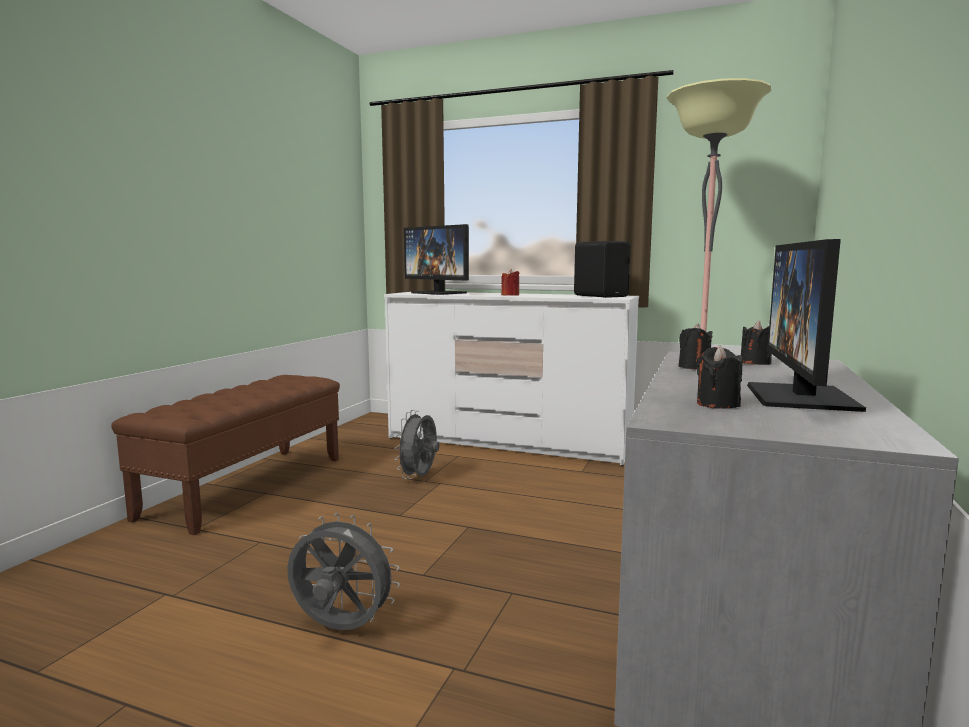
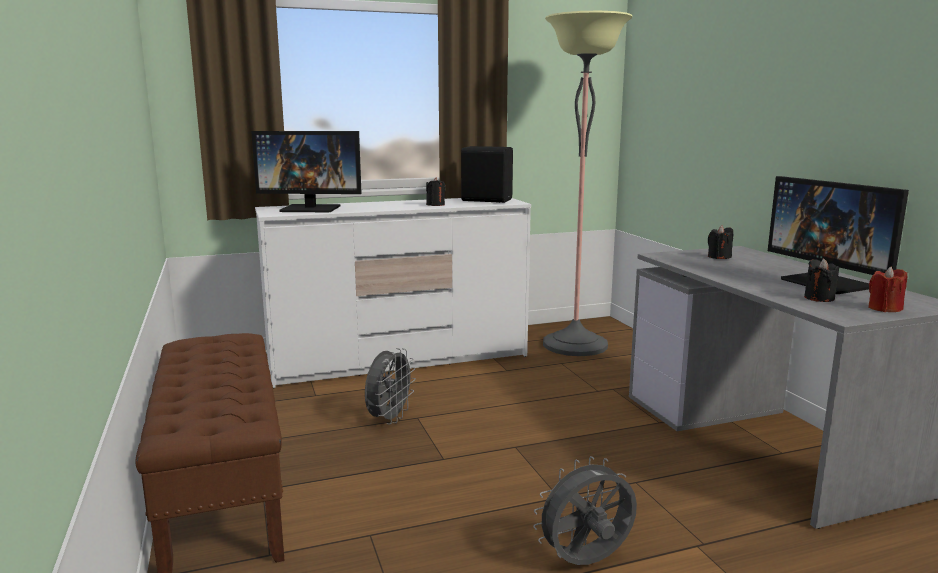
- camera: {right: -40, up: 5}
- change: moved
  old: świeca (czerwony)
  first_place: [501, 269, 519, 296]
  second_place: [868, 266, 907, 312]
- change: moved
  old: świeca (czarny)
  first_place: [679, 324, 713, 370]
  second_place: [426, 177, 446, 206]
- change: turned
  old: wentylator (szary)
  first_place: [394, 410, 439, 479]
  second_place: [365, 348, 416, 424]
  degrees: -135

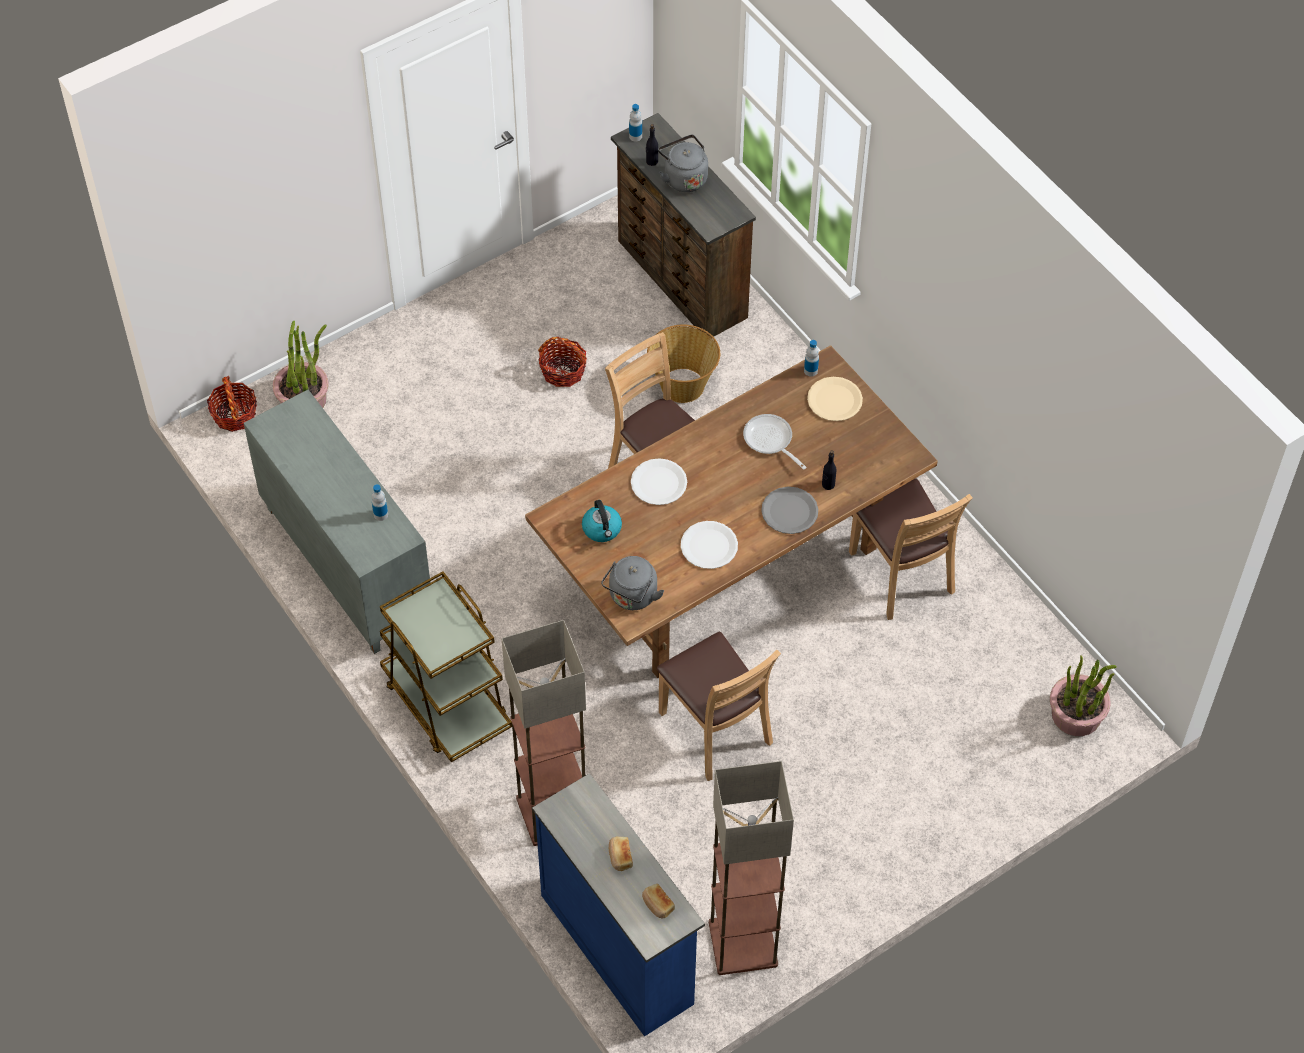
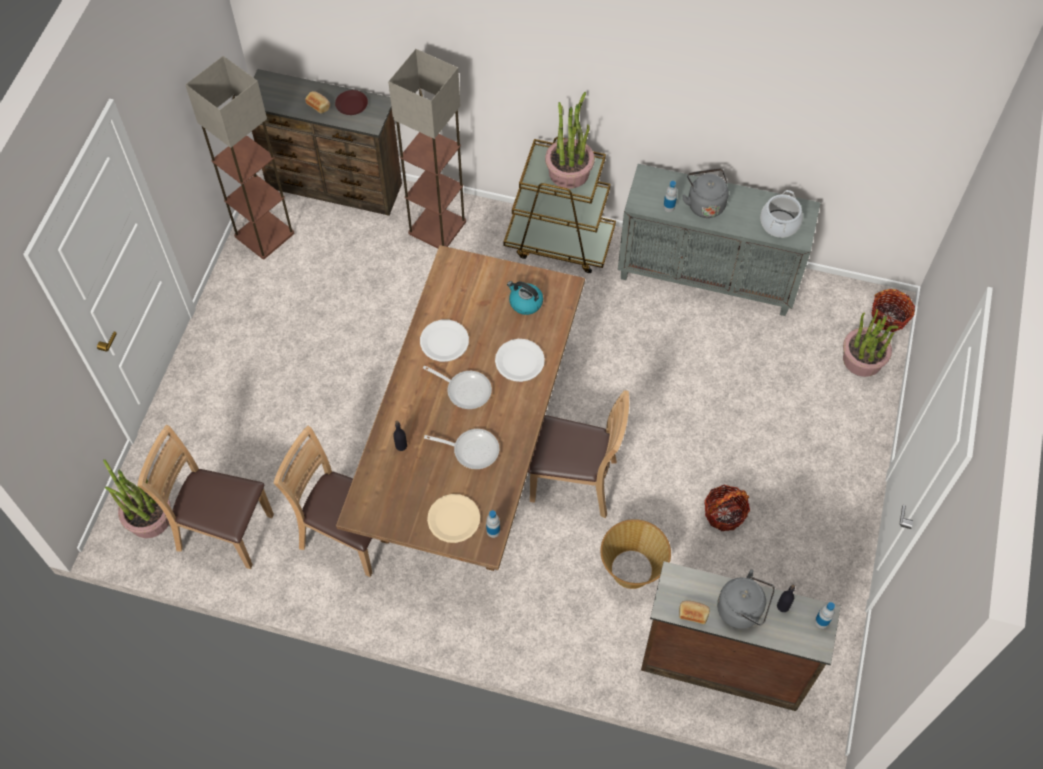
- camera: {right: 140, up: 5}
- change: removed
  old: talerz (szary)
  first_place: [761, 487, 818, 534]
- change: added
  new: talerz (brązowy)
  second_place: [335, 90, 368, 115]
- change: added
  new: patelnia
  second_place: [423, 366, 492, 409]
- change: added
  new: roślina doniczkowa
  second_place: [545, 92, 595, 188]
- change: added
  new: garnek
  second_place: [760, 190, 803, 238]
- change: moved
  old: czajnik (szary)
  first_place: [601, 556, 664, 610]
  second_place: [682, 168, 729, 218]
- change: moved
  old: chleb
  first_place: [642, 884, 675, 918]
  second_place: [679, 600, 710, 624]
- change: moved
  old: krzesło (brązowy)
  first_place: [657, 632, 781, 781]
  second_place: [137, 425, 274, 569]
- change: recoloured
  old: komoda (niebieski)
  new: komoda (brązowy)
  first_place: [532, 773, 705, 1037]
  second_place: [252, 69, 402, 216]

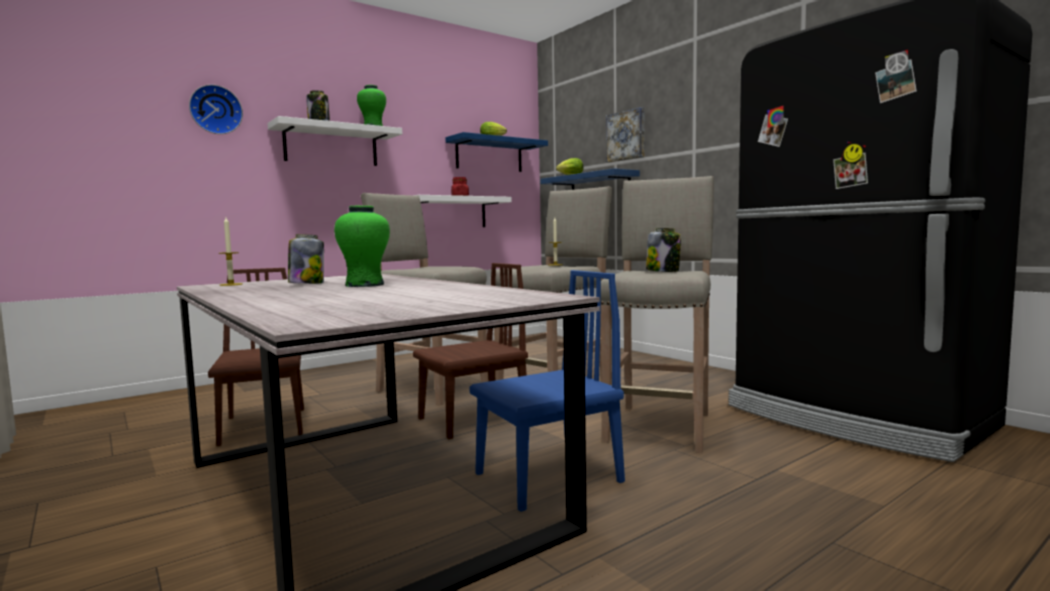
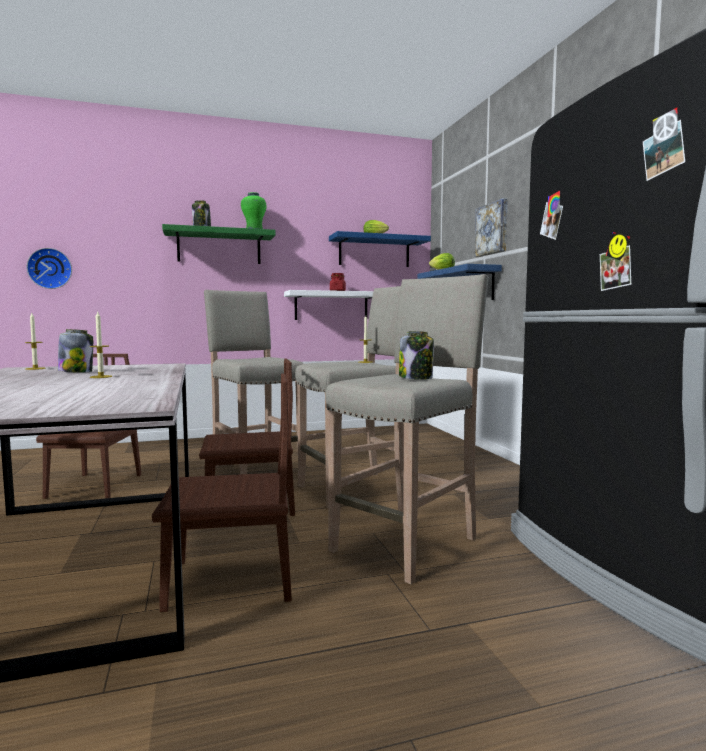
- camera: {right: 20, up: 0}
- change: moved
  old: zegar ścienny
  first_place: [189, 84, 243, 134]
  second_place: [27, 248, 72, 289]
- change: replaced
  old: wazon (zielony)
  new: świeca
  first_place: [334, 206, 390, 287]
  second_place: [90, 312, 112, 378]
- change: recoloured
  old: półka (biały)
  new: półka (zielony)
  first_place: [267, 116, 402, 166]
  second_place: [162, 224, 276, 264]
- change: recoloured
  old: krzesło (niebieski)
  new: krzesło (brązowy)
  first_place: [469, 270, 625, 512]
  second_place: [152, 374, 292, 612]

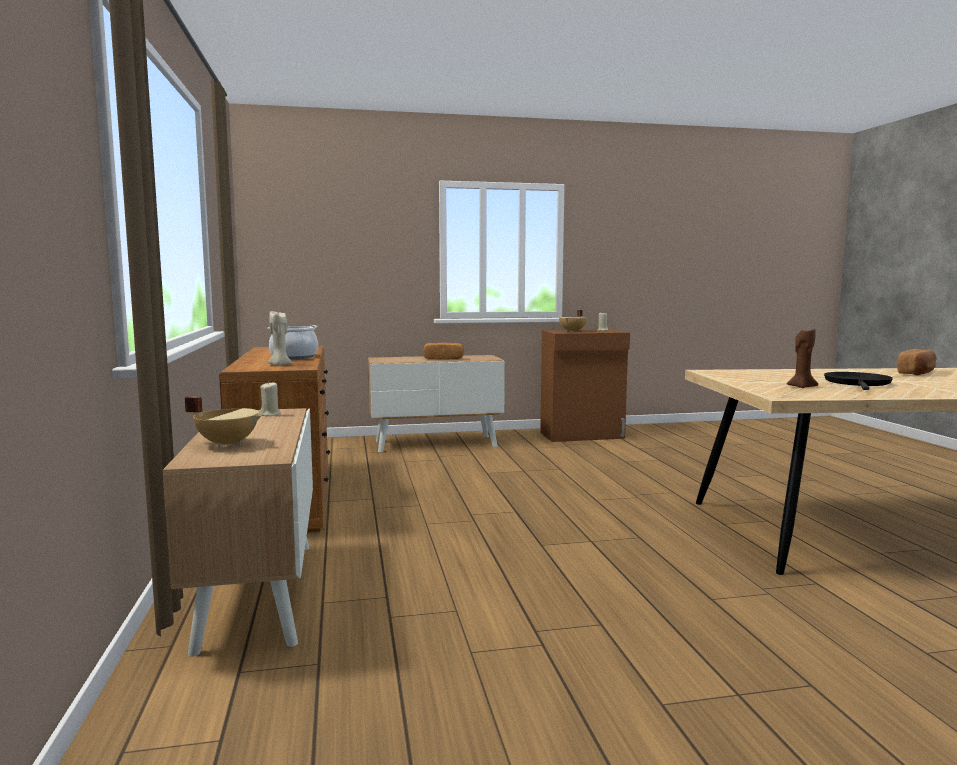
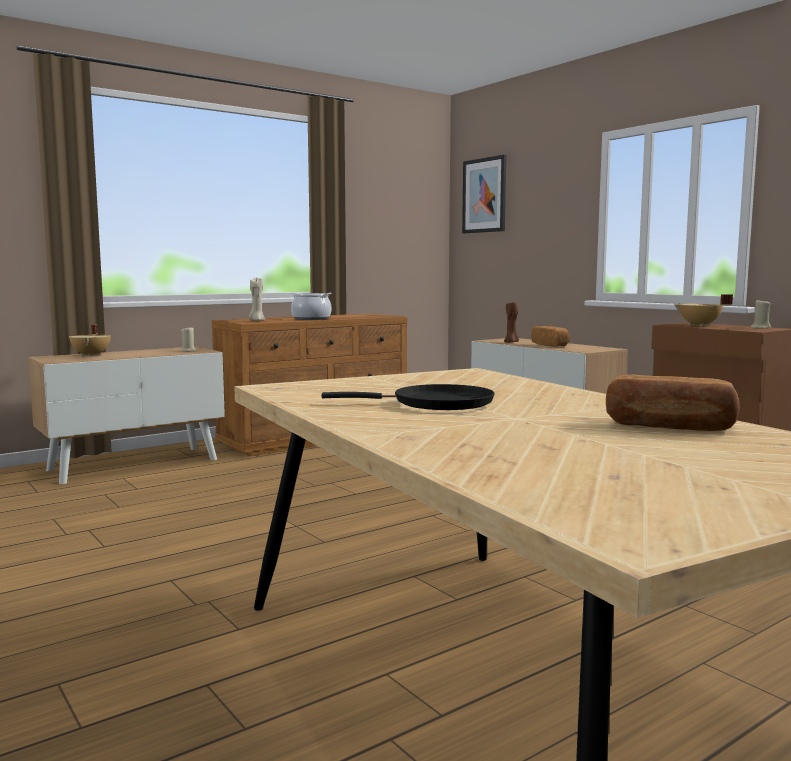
- camera: {right: 65, up: 0}
- change: added
  new: obraz
  second_place: [462, 155, 506, 233]
- change: moved
  old: świeca (brązowy)
  first_place: [787, 328, 818, 388]
  second_place: [504, 302, 519, 343]

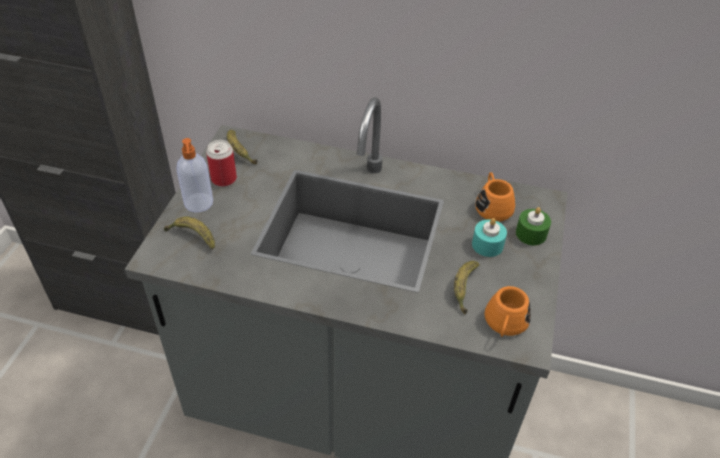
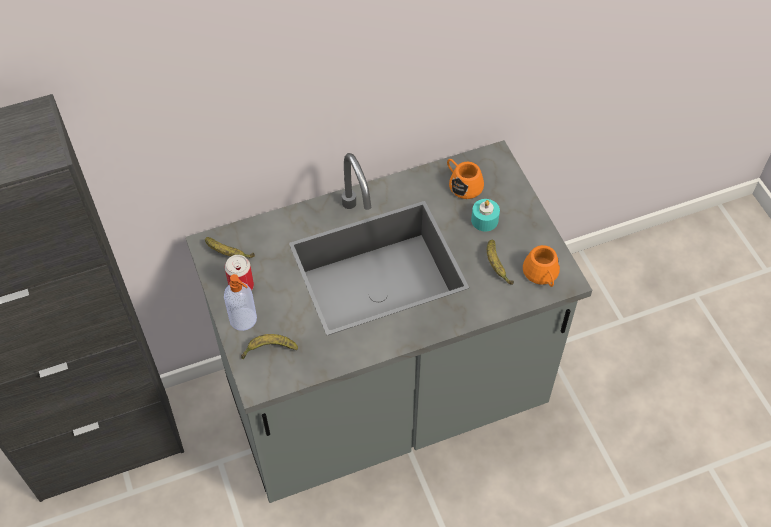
- camera: {right: -35, up: 10}
- change: removed
  old: świeca (zielony)
  first_place: [516, 207, 551, 246]

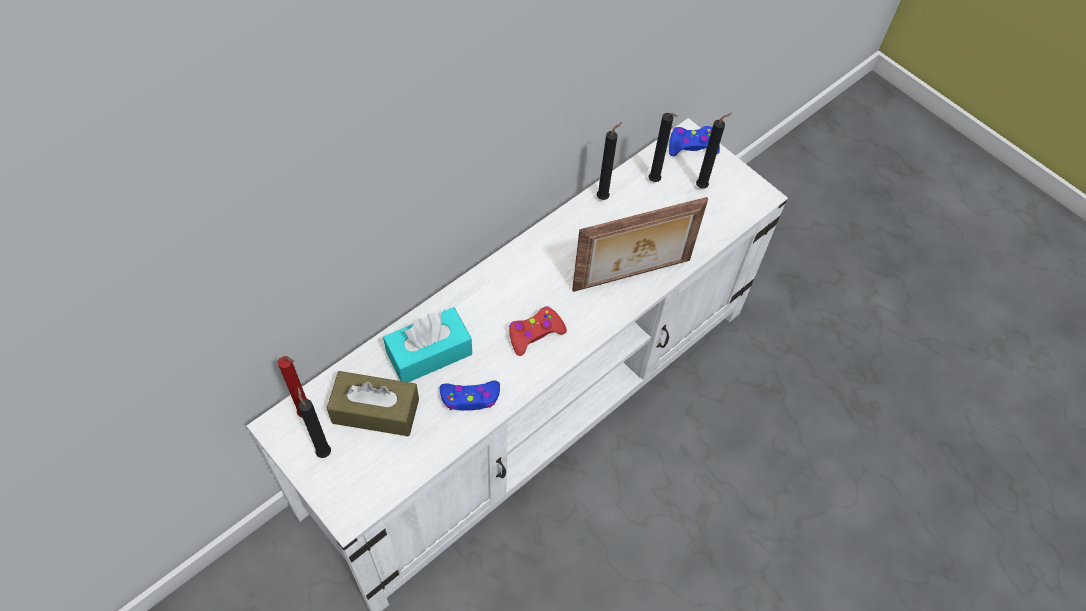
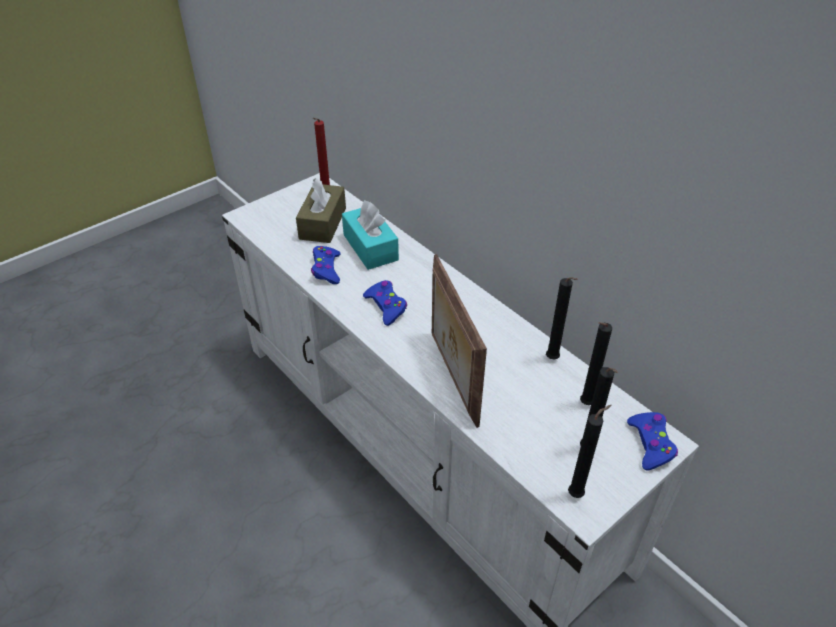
- camera: {right: 95, up: -15}
- change: moved
  old: świeca (czarny)
  first_place: [298, 387, 331, 458]
  second_place: [568, 405, 612, 498]
- change: recoloured
  old: pad do gier (czerwony)
  new: pad do gier (niebieski)
  first_place: [509, 306, 567, 356]
  second_place: [363, 280, 407, 326]

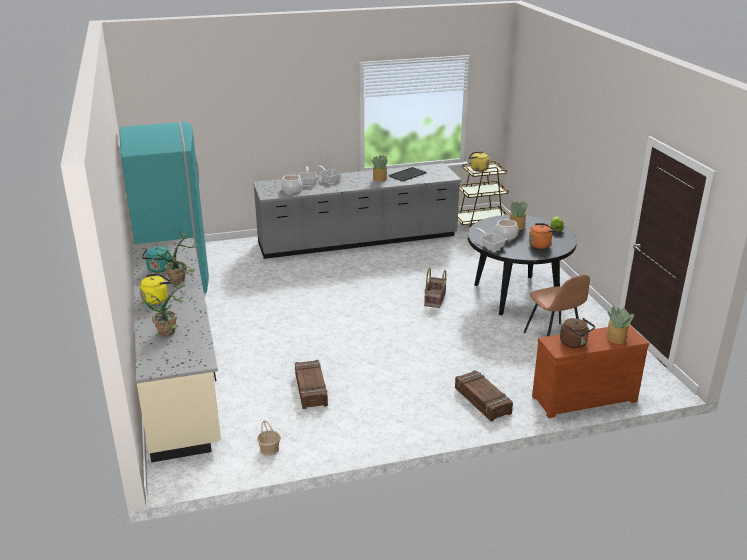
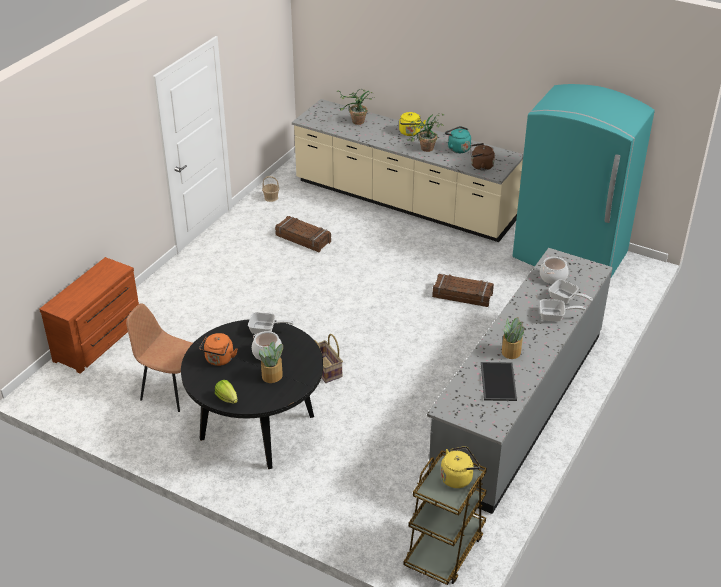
- camera: {right: 135, up: 10}
- change: removed
  old: roślina doniczkowa
  first_place: [607, 306, 634, 344]
- change: moved
  old: skrzynka
  first_place: [455, 370, 513, 422]
  second_place: [432, 274, 494, 307]
- change: moved
  old: czajnik (brązowy)
  first_place: [560, 318, 595, 348]
  second_place: [470, 143, 495, 171]

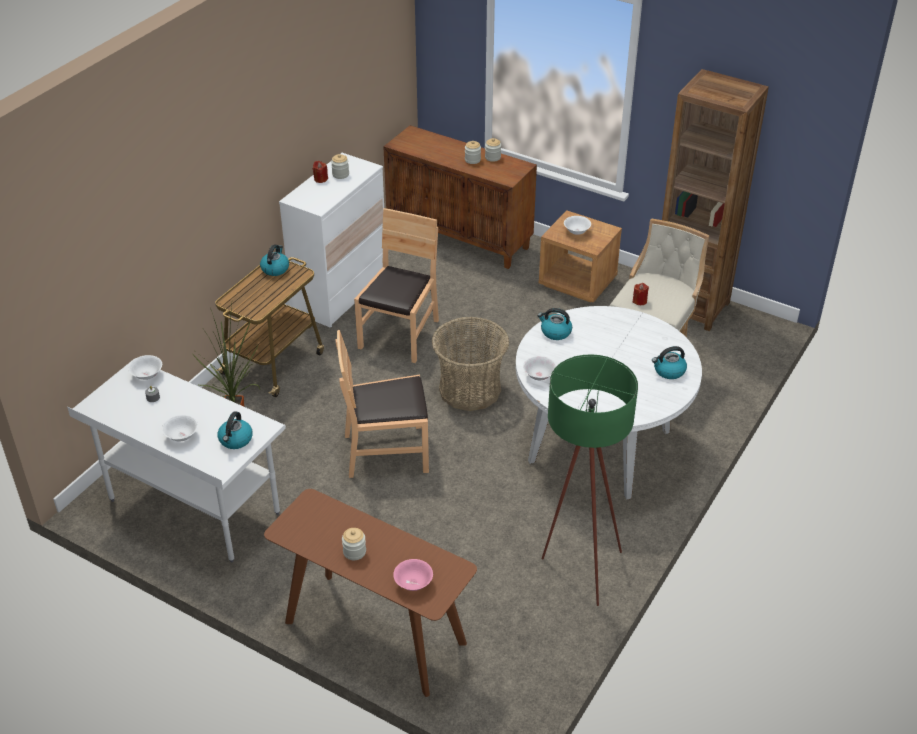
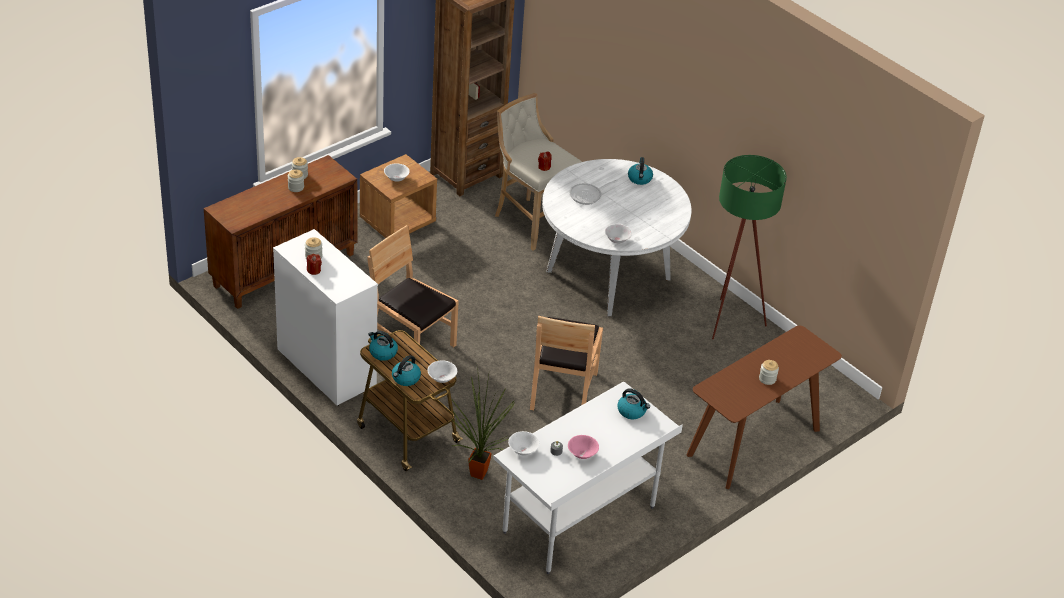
- camera: {right: -75, up: 0}
- change: removed
  old: koszyk
  first_place: [432, 317, 509, 411]
- change: added
  new: patelnia
  second_place: [569, 180, 618, 205]
- change: moved
  old: miska (biały)
  first_place: [162, 415, 198, 442]
  second_place: [428, 360, 457, 383]
- change: moved
  old: miska (różowy)
  first_place: [393, 559, 433, 591]
  second_place: [568, 435, 599, 459]
- change: moved
  old: czajnik
  first_place: [538, 308, 572, 340]
  second_place: [392, 355, 421, 386]

